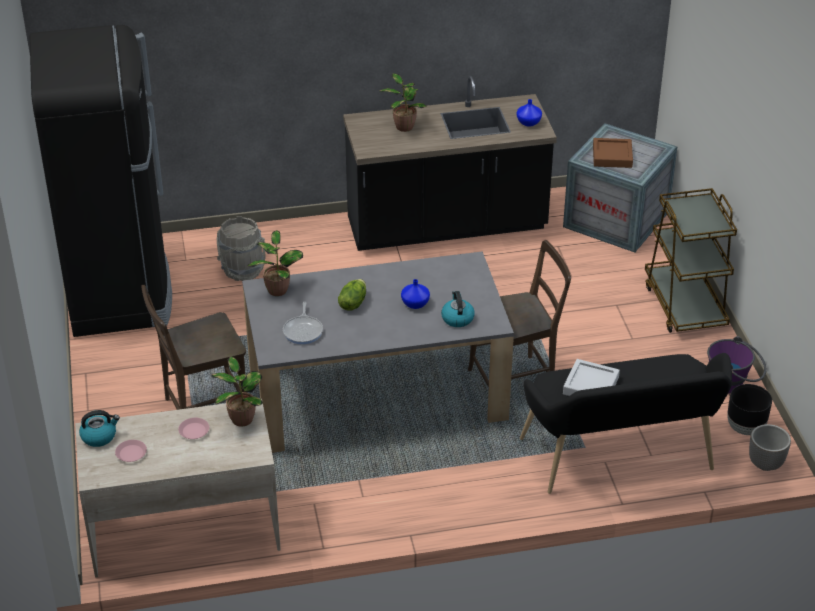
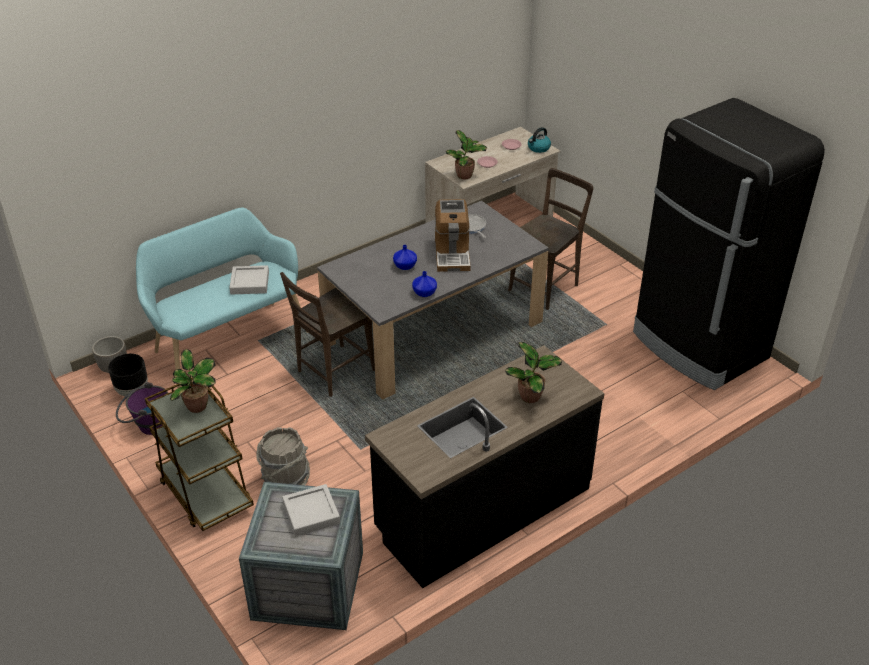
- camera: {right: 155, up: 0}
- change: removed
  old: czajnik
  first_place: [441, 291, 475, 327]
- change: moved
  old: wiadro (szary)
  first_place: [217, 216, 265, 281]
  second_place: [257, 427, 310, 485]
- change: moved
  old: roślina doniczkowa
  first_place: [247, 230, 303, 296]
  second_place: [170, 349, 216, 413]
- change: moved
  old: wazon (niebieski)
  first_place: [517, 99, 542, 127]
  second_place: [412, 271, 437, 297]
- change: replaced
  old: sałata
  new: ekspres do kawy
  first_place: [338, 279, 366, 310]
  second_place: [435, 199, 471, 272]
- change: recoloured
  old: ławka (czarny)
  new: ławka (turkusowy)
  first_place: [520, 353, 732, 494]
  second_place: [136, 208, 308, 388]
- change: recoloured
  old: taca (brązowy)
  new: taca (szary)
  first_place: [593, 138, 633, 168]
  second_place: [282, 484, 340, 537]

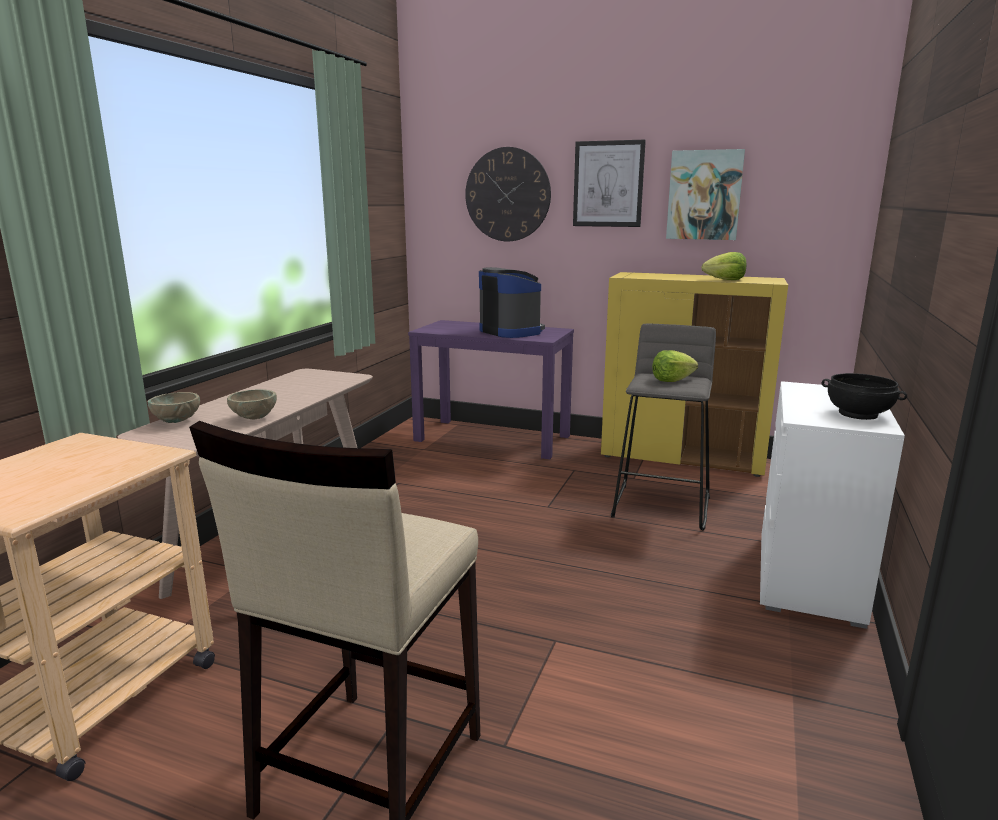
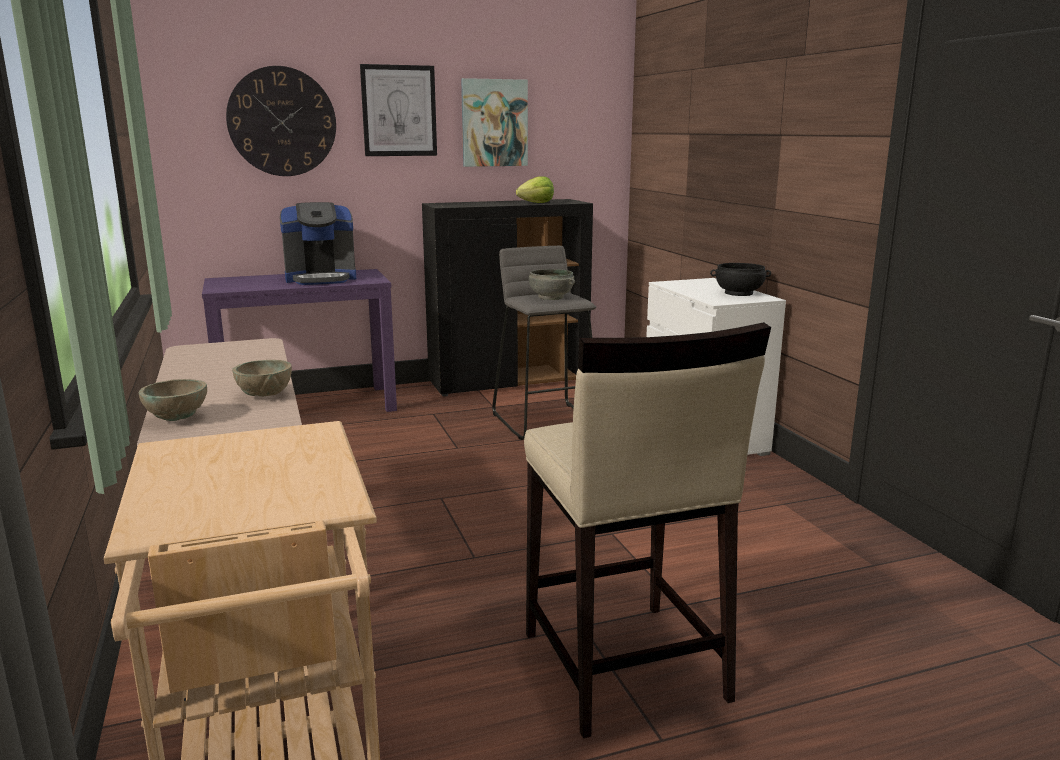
- camera: {right: -40, up: 0}
- change: replaced
  old: sałata
  new: miska (szary)
  first_place: [652, 350, 698, 382]
  second_place: [529, 269, 575, 300]
- change: recoloured
  old: szafka (żółty)
  new: szafka (czarny)
  first_place: [601, 272, 788, 477]
  second_place: [422, 199, 593, 397]
- change: turned
  old: ekspres do kawy
  first_place: [479, 267, 545, 338]
  second_place: [280, 202, 356, 285]
  degrees: 150

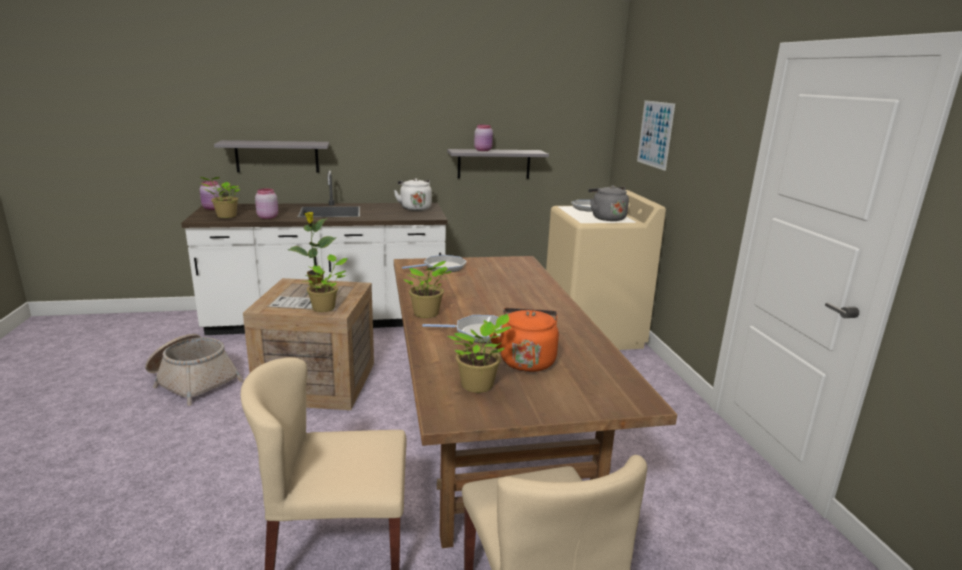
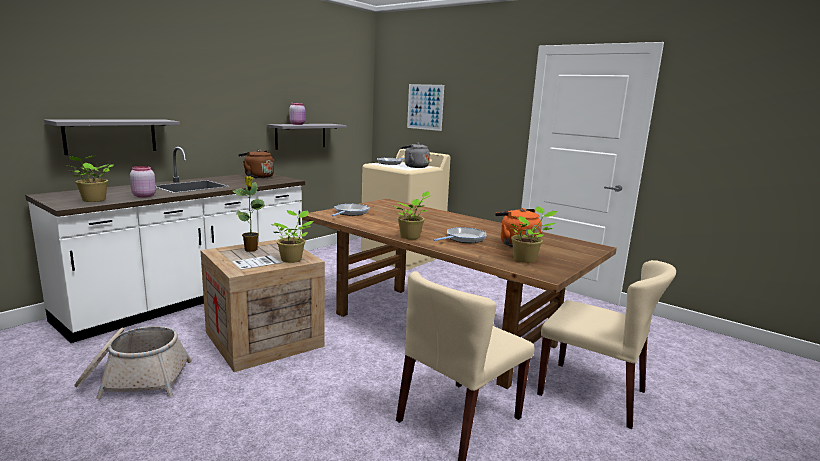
- camera: {right: -40, up: -5}
- change: removed
  old: słoik (różowy)
  first_place: [200, 181, 222, 210]
- change: recoloured
  old: czajnik (biały)
  new: czajnik (brązowy)
  first_place: [394, 178, 432, 211]
  second_place: [238, 149, 274, 178]

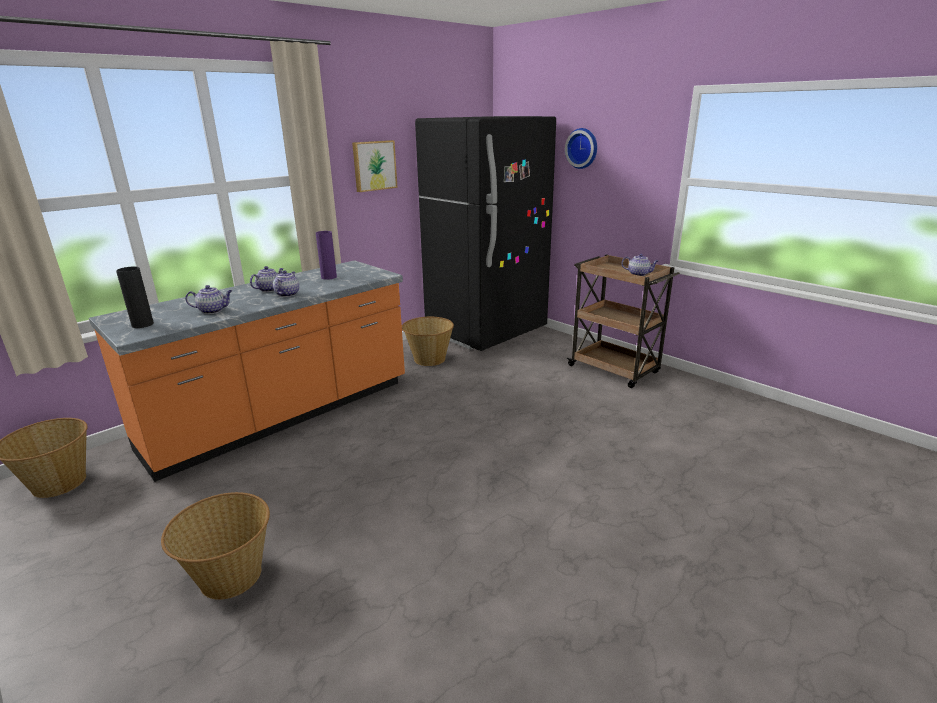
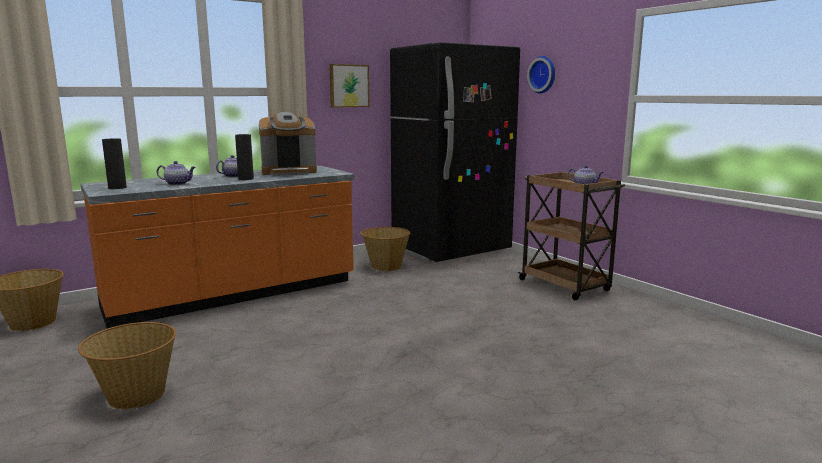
- camera: {right: 10, up: -10}
- change: replaced
  old: imbryk
  new: wazon (czarny)
  first_place: [273, 270, 299, 297]
  second_place: [235, 134, 254, 180]
- change: replaced
  old: wazon (fioletowy)
  new: ekspres do kawy
  first_place: [316, 231, 337, 280]
  second_place: [259, 112, 317, 176]

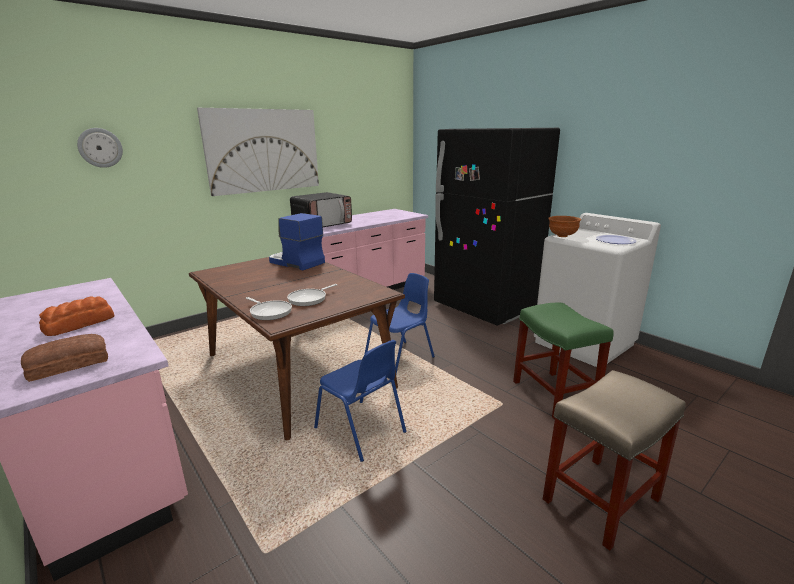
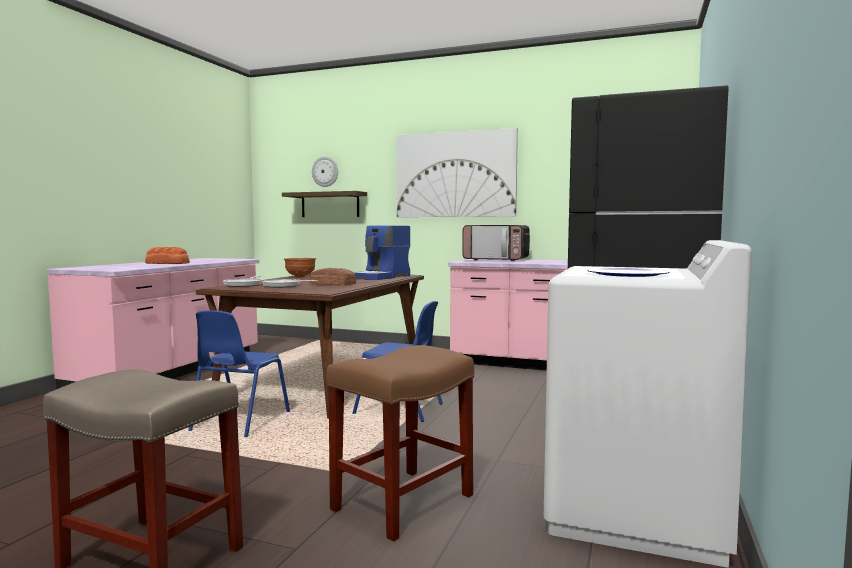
- camera: {right: 60, up: -15}
- change: added
  new: półka
  second_place: [282, 191, 367, 217]
- change: moved
  old: chleb
  first_place: [21, 334, 108, 382]
  second_place: [310, 268, 356, 286]
- change: moved
  old: miska (brązowy)
  first_place: [548, 216, 581, 237]
  second_place: [284, 258, 316, 277]
- change: recoloured
  old: stołek (zielony)
  new: stołek (brązowy)
  first_place: [513, 303, 614, 419]
  second_place: [326, 345, 474, 541]
- change: turned
  old: ekspres do kawy
  first_place: [269, 213, 325, 270]
  second_place: [354, 226, 411, 280]
  degrees: -150

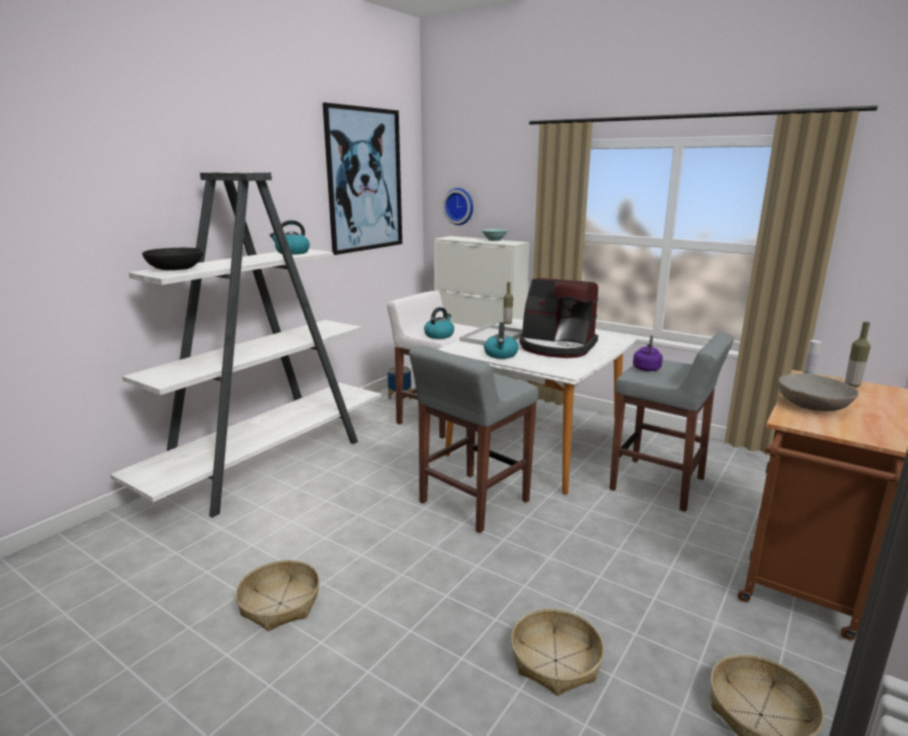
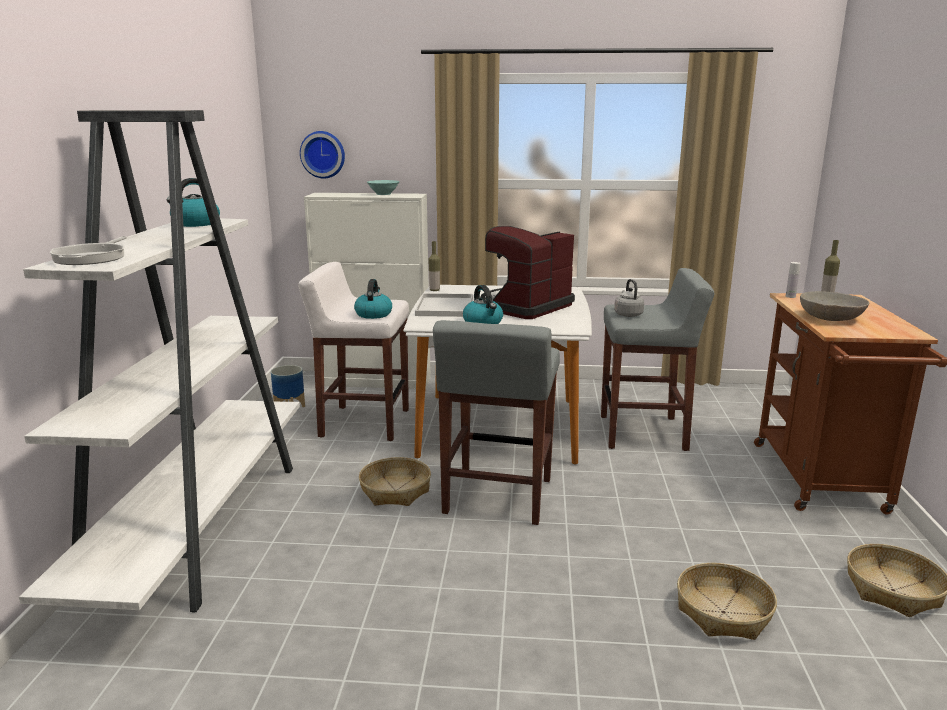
- camera: {right: -30, up: 0}
- change: removed
  old: obraz
  first_place: [323, 103, 402, 255]
- change: moved
  old: koszyk
  first_place: [235, 560, 320, 631]
  second_place: [359, 457, 431, 506]
- change: replaced
  old: miska (czarny)
  new: patelnia
  first_place: [142, 247, 203, 270]
  second_place: [50, 236, 127, 265]
- change: recoloured
  old: czajnik (fioletowy)
  new: czajnik (szary)
  first_place: [633, 335, 663, 371]
  second_place: [614, 279, 644, 317]
- change: turned
  old: ekspres do kawy
  first_place: [520, 278, 599, 358]
  second_place: [480, 226, 575, 319]
  degrees: 135

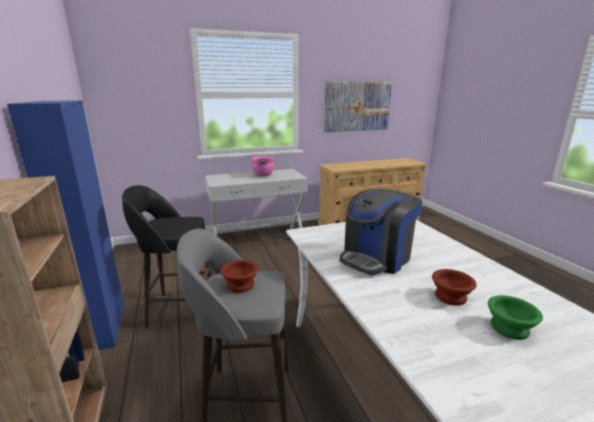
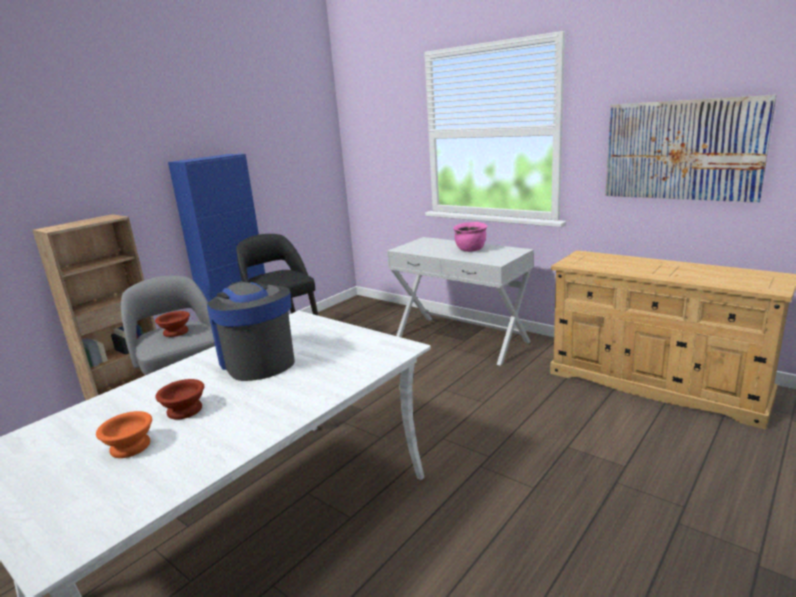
- camera: {right: 60, up: 0}
- change: recoloured
  old: miska (zielony)
  new: miska (pomarańczowy)
  first_place: [488, 295, 543, 340]
  second_place: [96, 411, 152, 458]
- change: turned
  old: ekspres do kawy
  first_place: [339, 189, 423, 275]
  second_place: [207, 281, 295, 381]
  degrees: 45

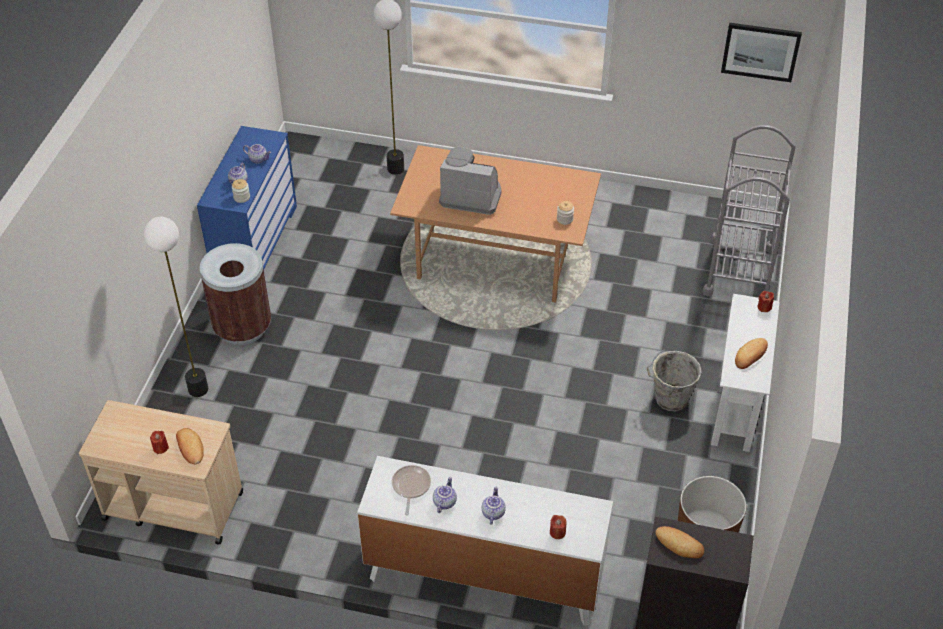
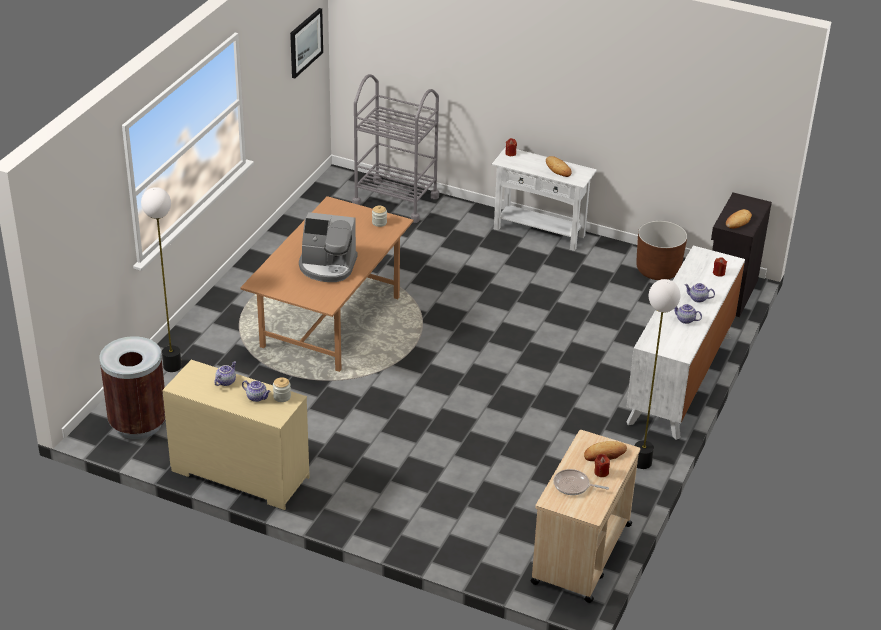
- camera: {right: -80, up: -10}
- change: removed
  old: wiadro (szary)
  first_place: [647, 350, 702, 411]
- change: moved
  old: lampa stojąca
  first_place: [144, 217, 208, 397]
  second_place: [635, 279, 681, 469]
- change: moved
  old: kosz na śmieci (brązowy)
  first_place: [200, 243, 271, 345]
  second_place: [99, 336, 165, 439]
- change: moved
  old: patelnia
  first_place: [392, 465, 431, 515]
  second_place: [553, 469, 609, 495]
- change: recoloured
  old: komoda (niebieski)
  new: komoda (beżowy)
  first_place: [197, 126, 297, 270]
  second_place: [162, 360, 310, 510]
- change: turned
  old: ekspres do kawy
  first_place: [439, 147, 501, 215]
  second_place: [299, 212, 358, 282]
  degrees: -105

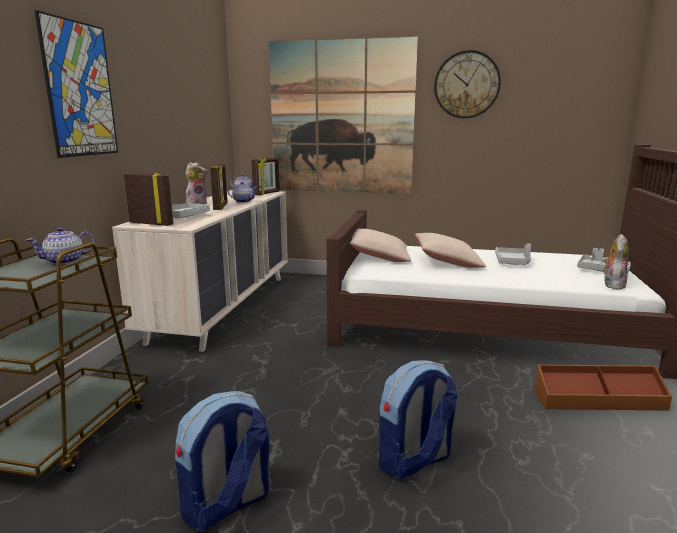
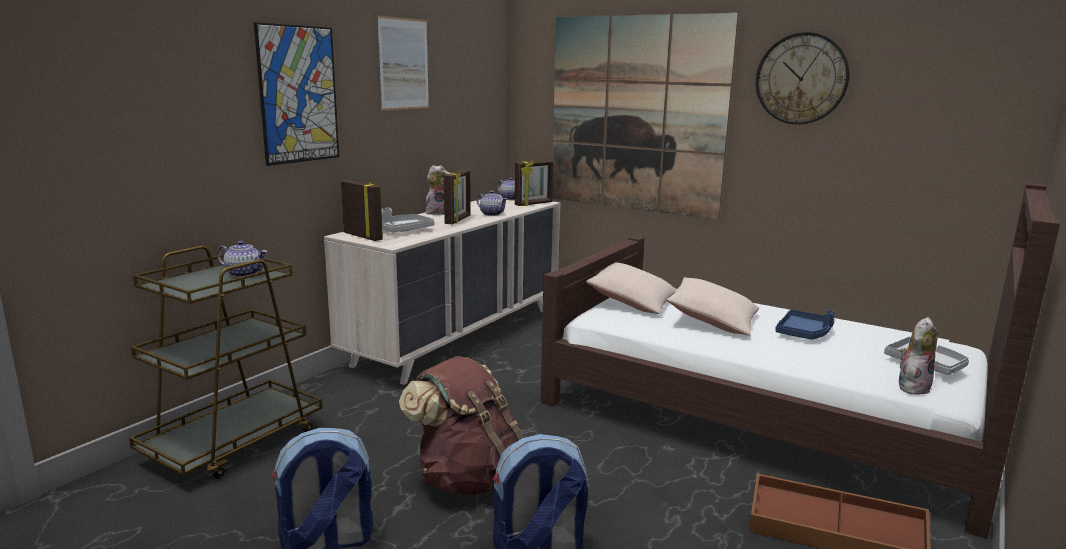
- camera: {right: 20, up: 0}
- change: added
  new: obraz
  second_place: [377, 16, 429, 111]
- change: added
  new: plecak (brązowy)
  second_place: [399, 356, 524, 495]
- change: recoloured
  old: taca (szary)
  new: taca (niebieski)
  first_place: [495, 243, 531, 265]
  second_place: [775, 309, 835, 339]
- change: turned
  old: imbryk
  first_place: [27, 227, 95, 265]
  second_place: [217, 241, 268, 277]
  degrees: -150

